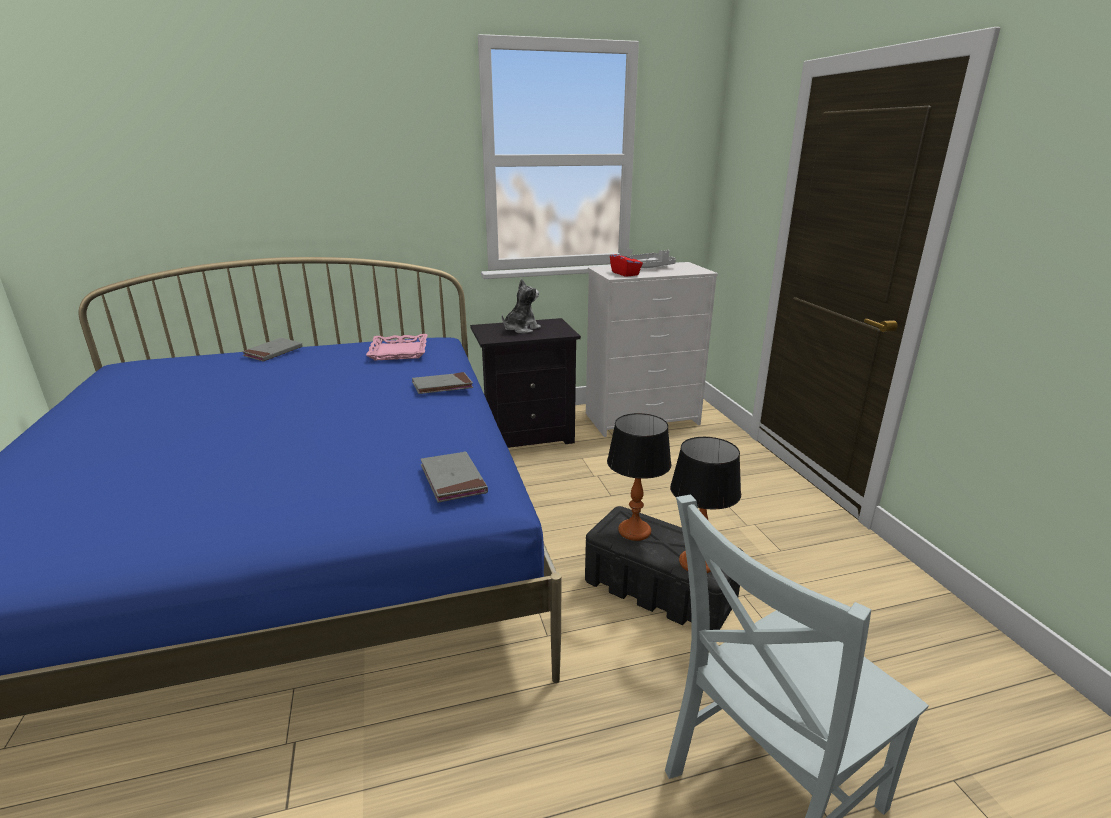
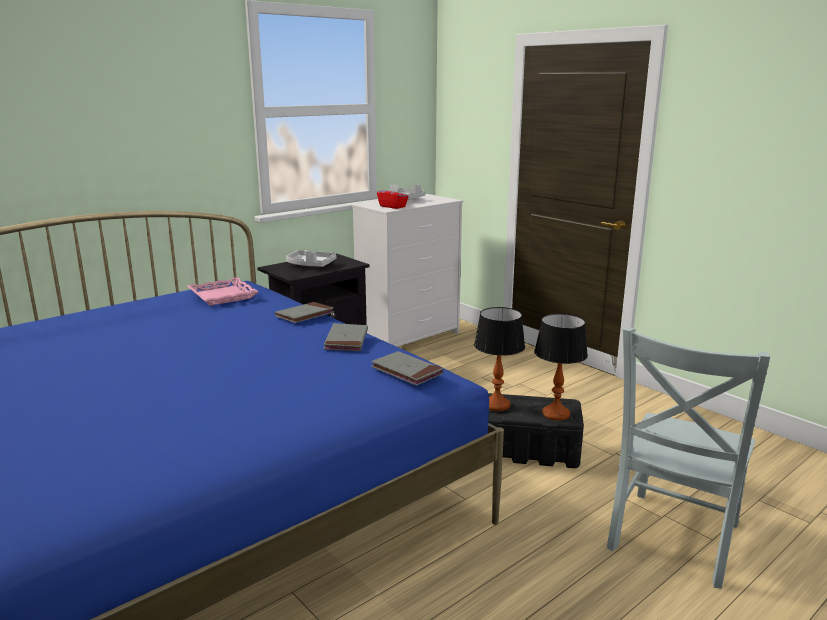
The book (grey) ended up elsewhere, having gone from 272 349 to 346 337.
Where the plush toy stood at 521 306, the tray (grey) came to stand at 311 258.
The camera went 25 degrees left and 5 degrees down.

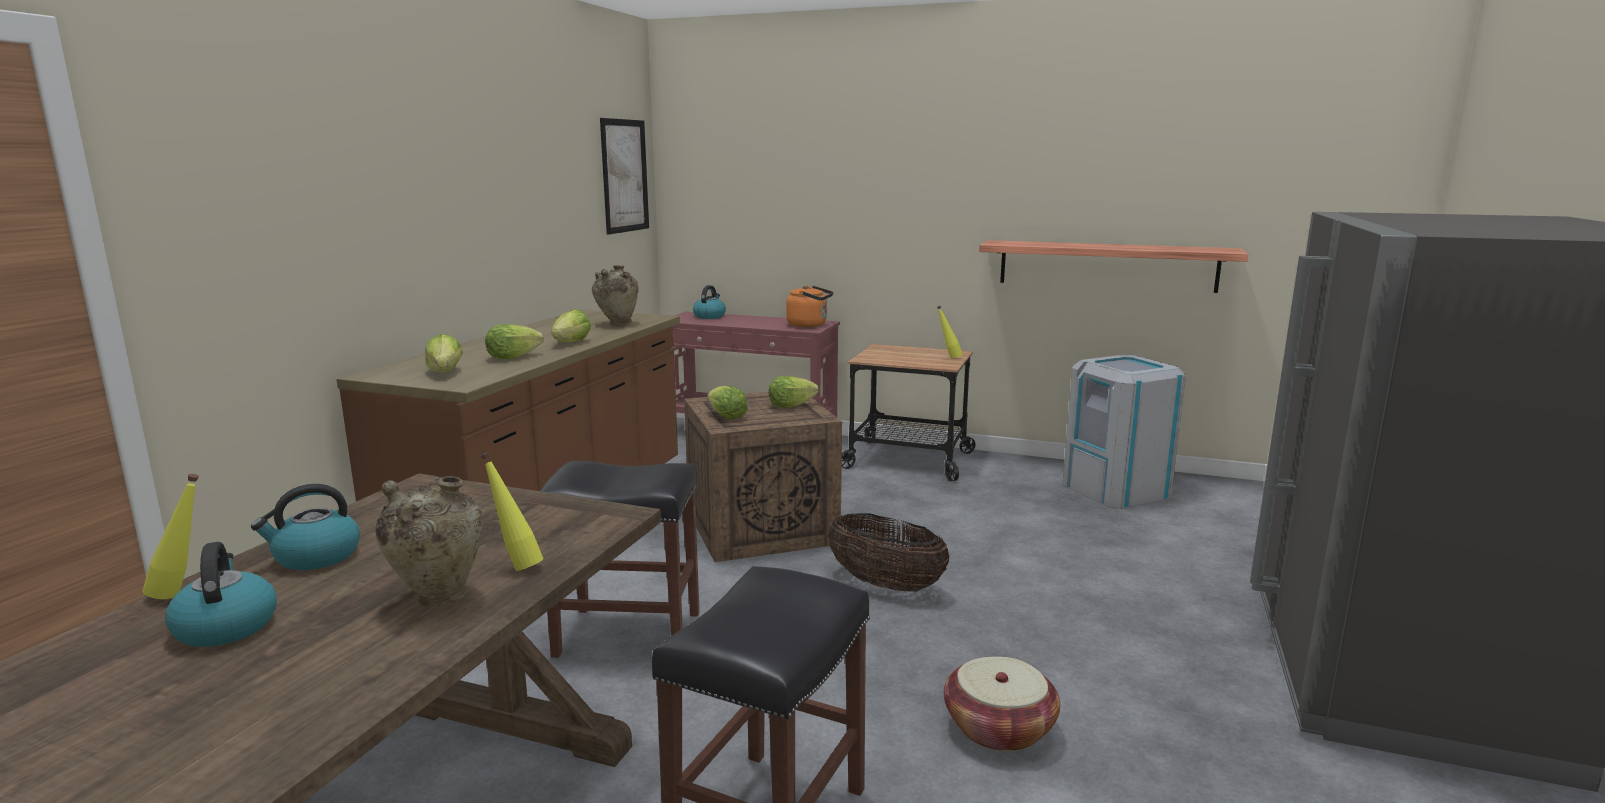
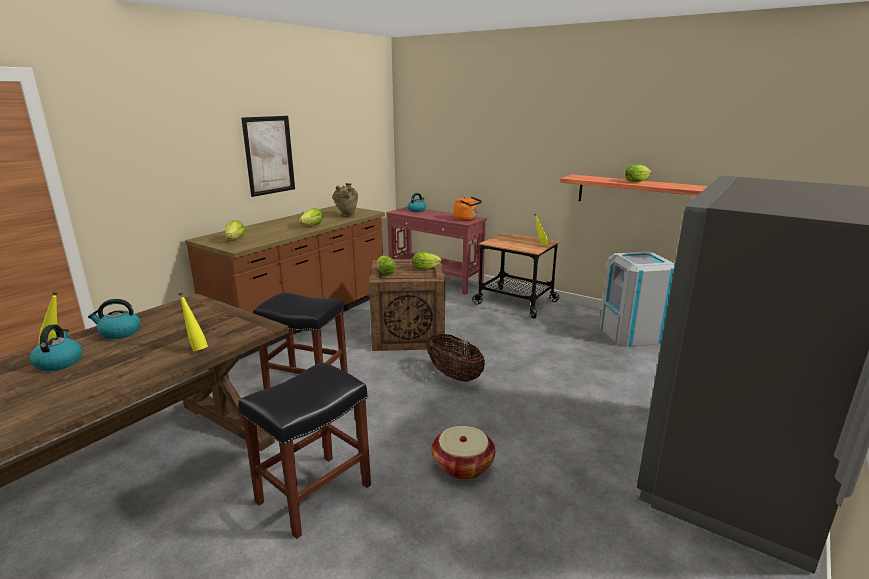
The second view lost the vase (beige) at 428 541.
The lettuce ended up elsewhere, having gone from 514 341 to 638 173.
The picture ended up elsewhere, having gone from 624 176 to 268 156.
The camera went 15 degrees right and 5 degrees up.

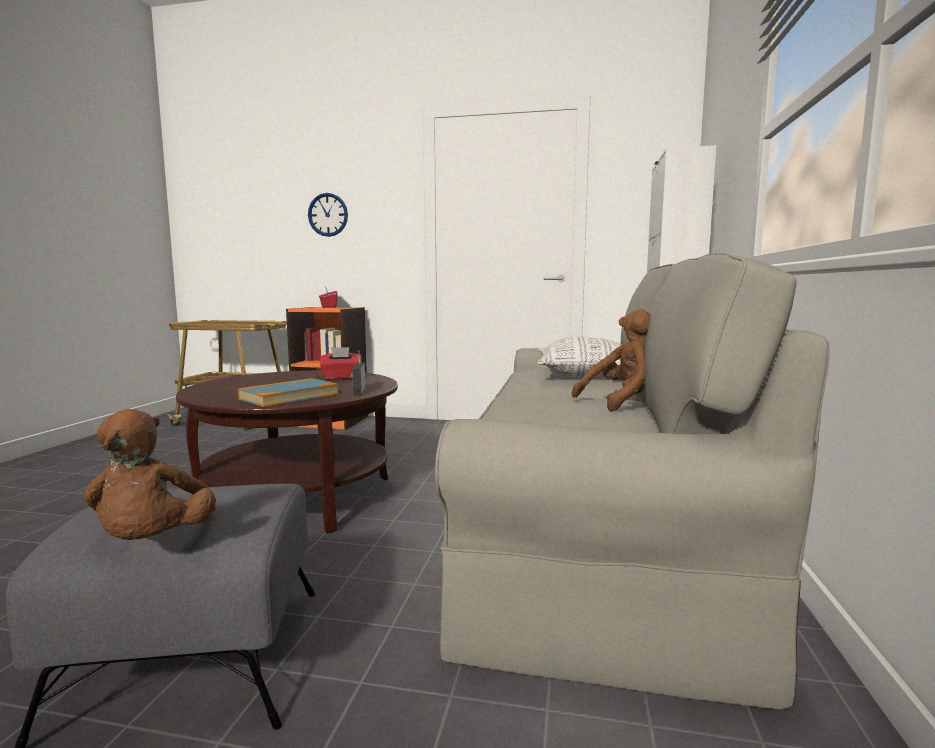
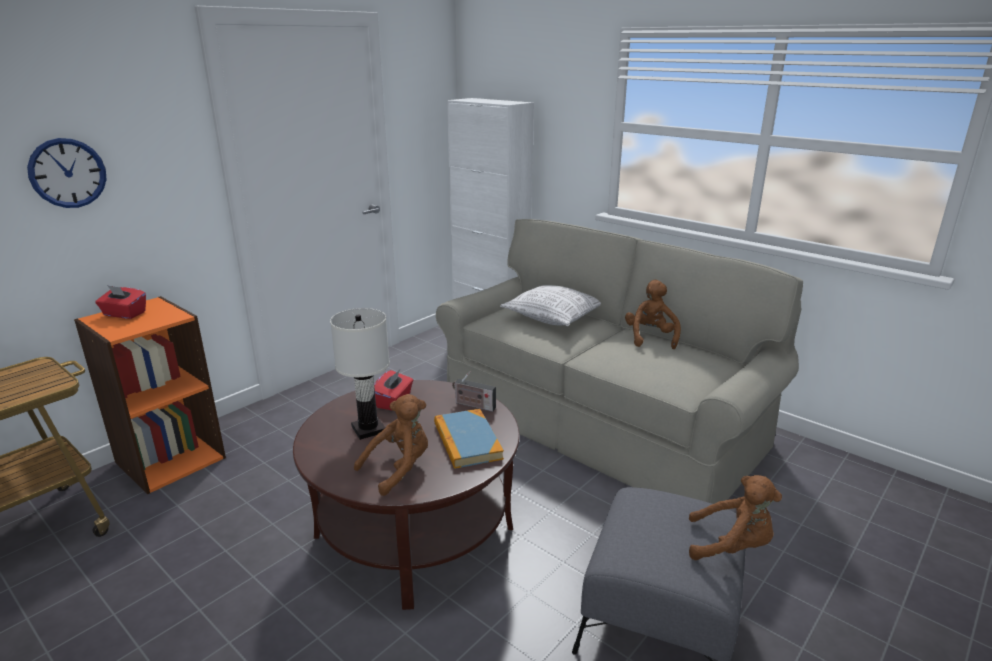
The second view gained the table lamp (white) at 360 374.
The second view gained the plush toy (brown) at 391 445.
The camera went 60 degrees left and 15 degrees up.

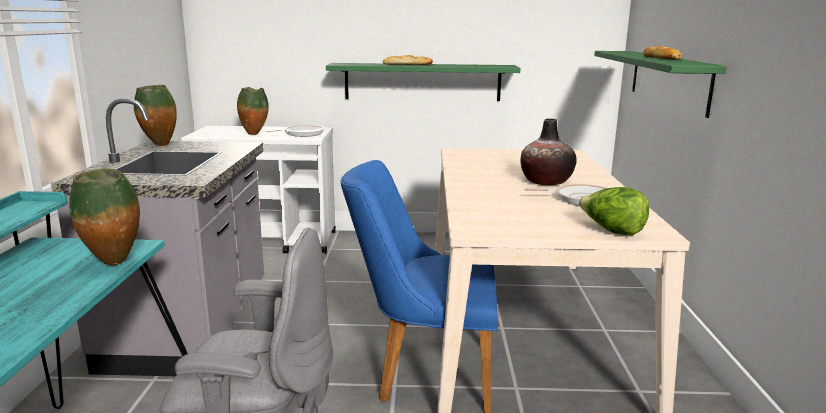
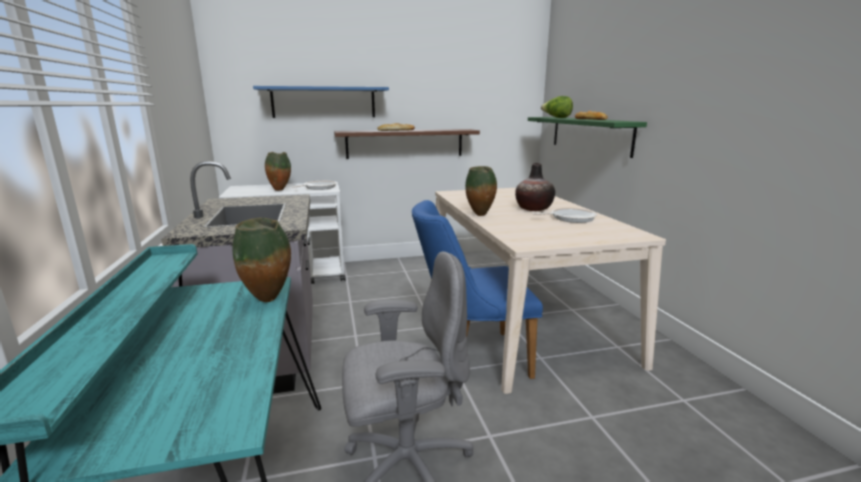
The vase ended up elsewhere, having gone from 155 115 to 481 191.
What was the shelf (green) at 423 82 turned into the shelf (brown) at 407 144.
The lettuce ended up elsewhere, having gone from 614 211 to 557 107.
The second view gained the shelf (blue) at 321 102.
The camera went 15 degrees left and 0 degrees up.

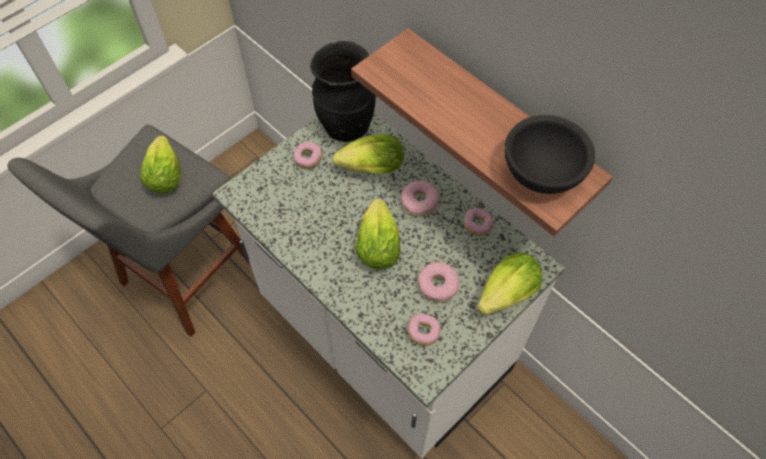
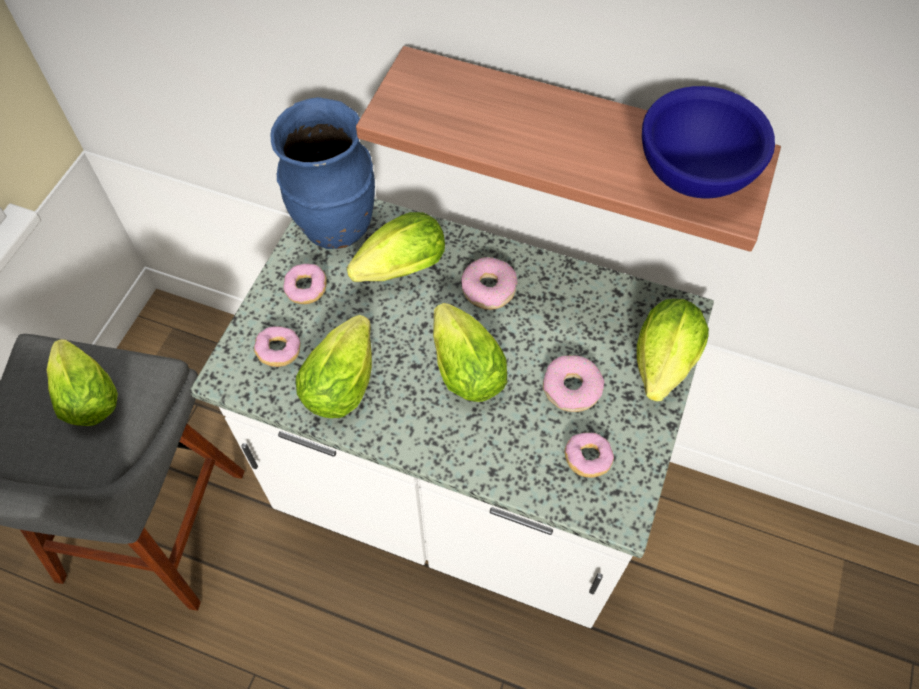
What was the vase (black) at 343 91 turned into the vase (blue) at 323 173.
The donut ended up elsewhere, having gone from 478 222 to 277 346.
What was the bowl (black) at 550 154 turned into the bowl (blue) at 708 142.
The second view gained the lettuce at 333 366.
The camera went 25 degrees left and 0 degrees up.

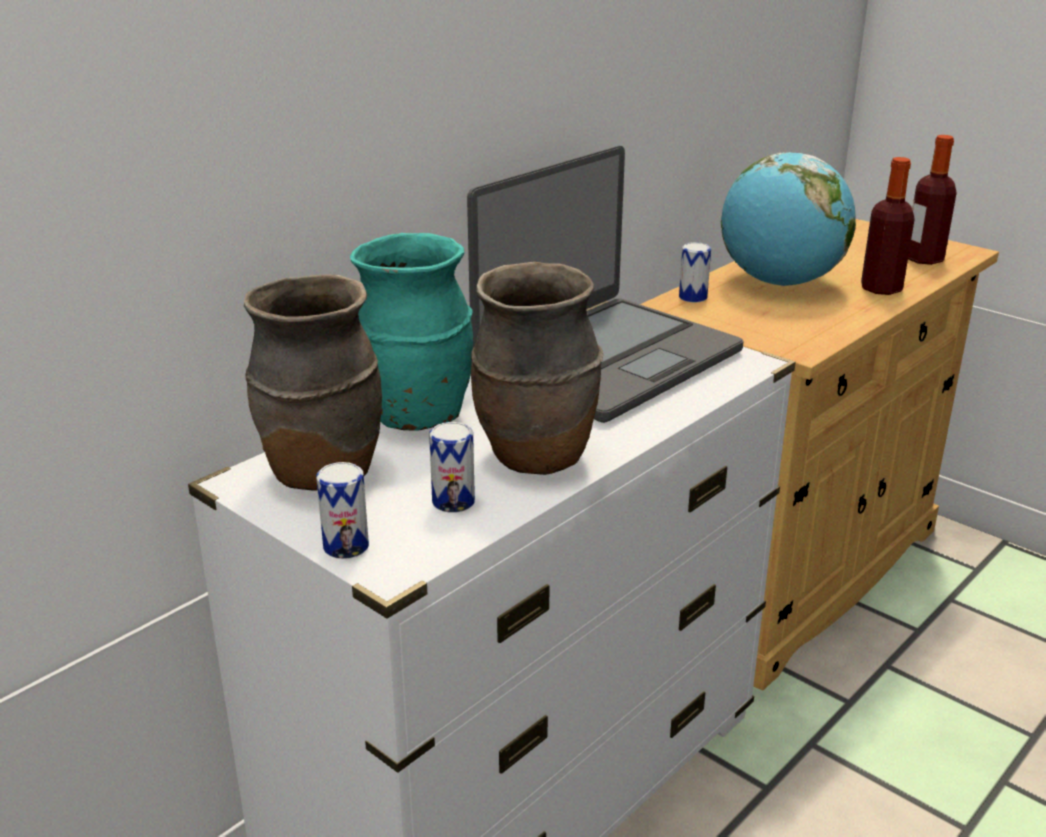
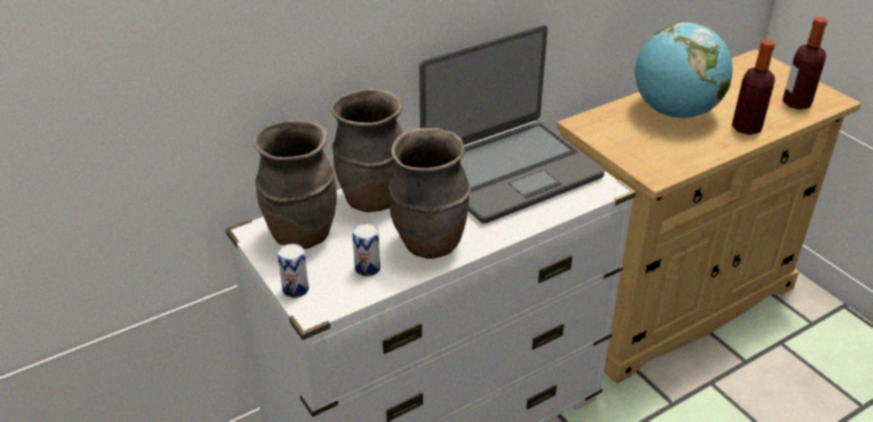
What was the vase (turquoise) at 411 332 turned into the vase (brown) at 367 150.
The second view lost the can at 695 272.
The camera went 15 degrees right and 10 degrees up.

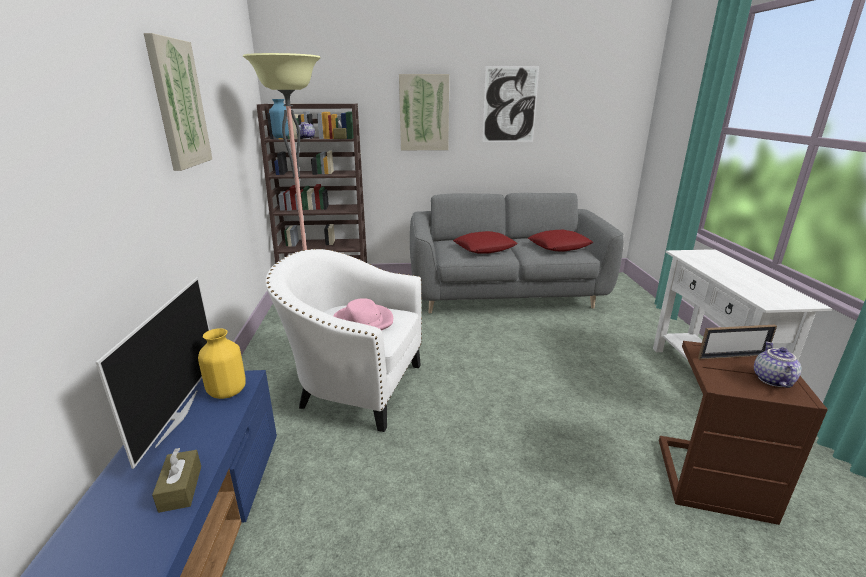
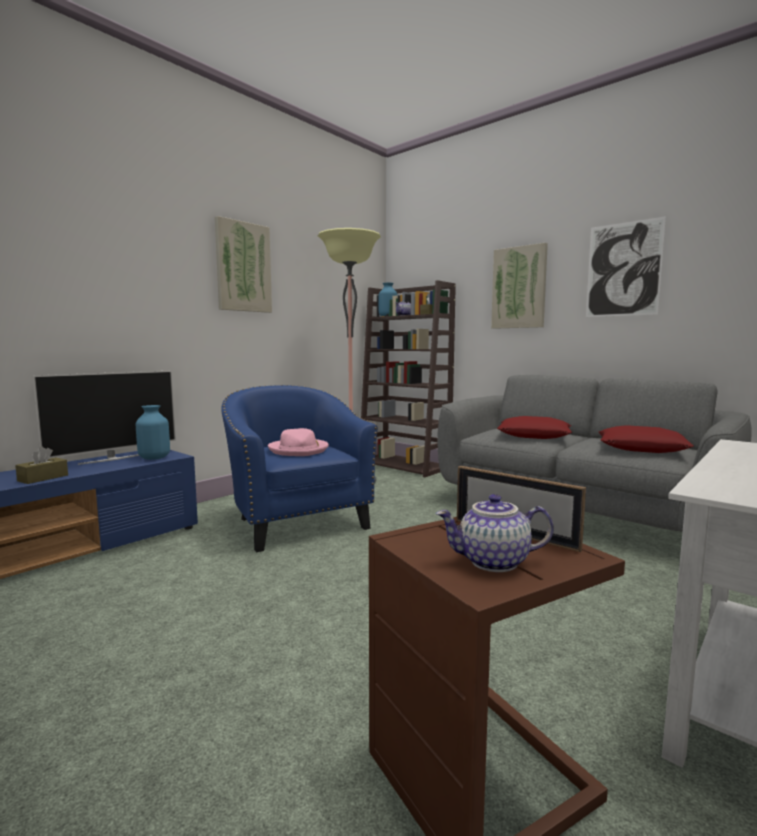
What was the vase (yellow) at 222 363 turned into the vase (blue) at 153 432.
What was the armchair (white) at 343 340 turned into the armchair (blue) at 299 468.
The teapot at 777 364 ended up facing another way, 150 degrees counterclockwise from before.
The camera went 45 degrees right and 15 degrees down.

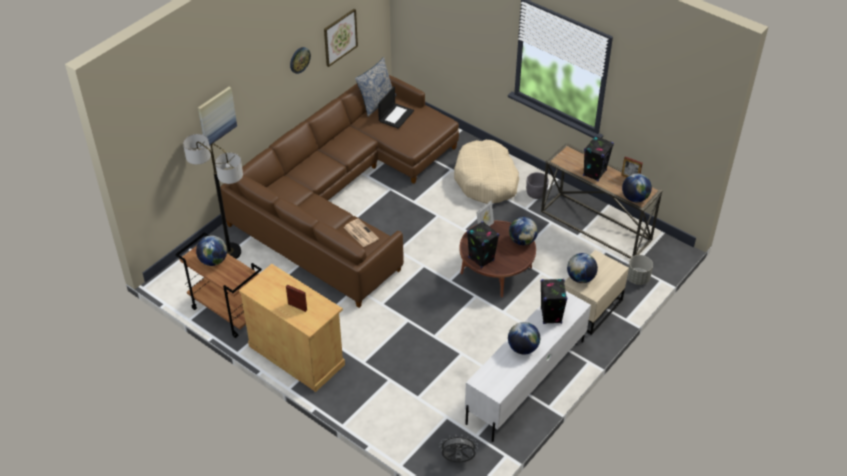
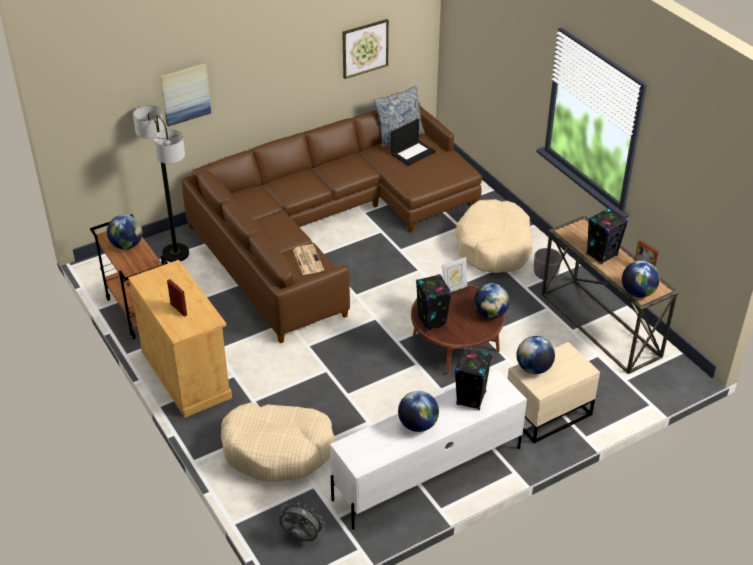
The second view lost the wall clock at 300 60.
The second view lost the planter (grey) at 640 270.
The second view gained the dog bed (beige) at 278 442.
The camera went 20 degrees right and 5 degrees down.

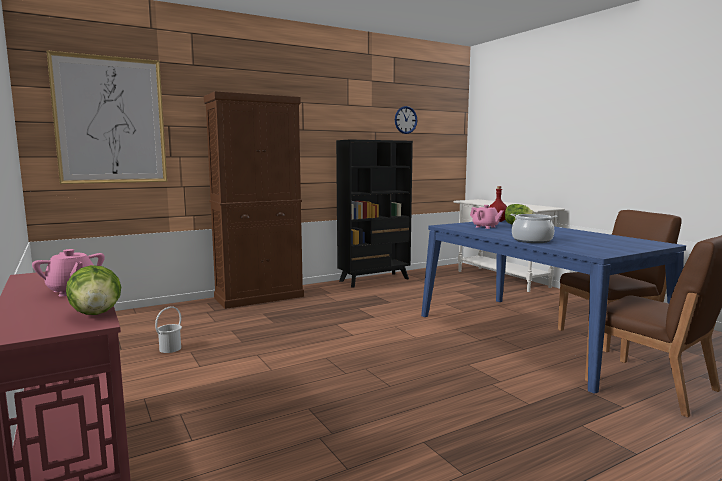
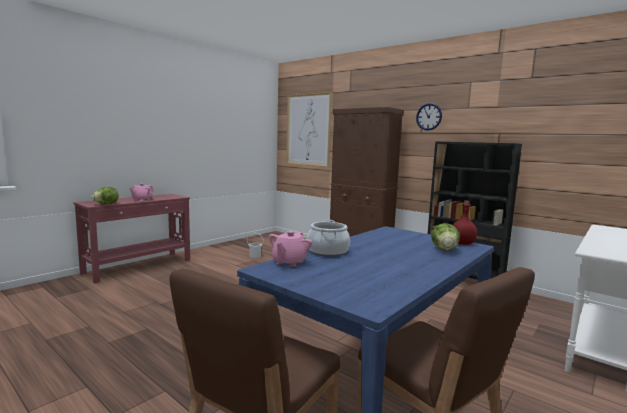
The wall clock ended up elsewhere, having gone from 406 120 to 429 117.
The teapot (pink) ended up elsewhere, having gone from 487 217 to 290 249.
The camera went 70 degrees right and 0 degrees up.

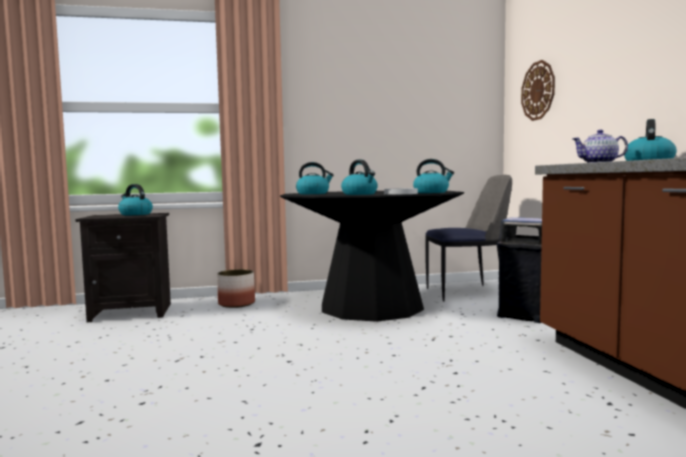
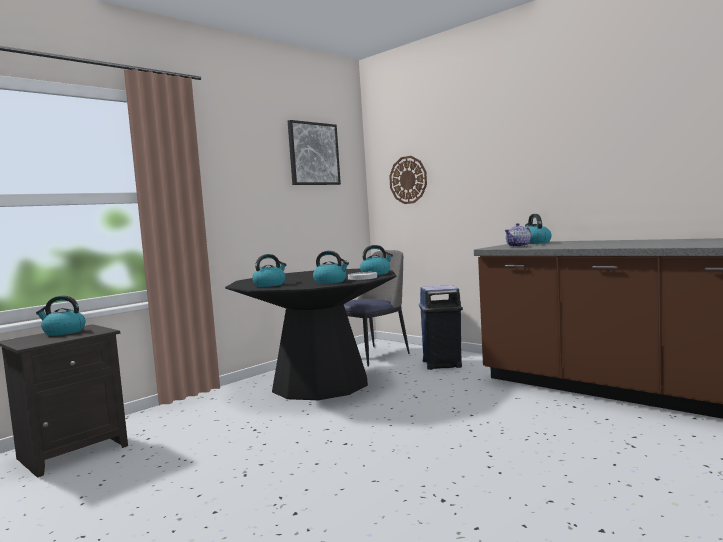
The second view lost the planter at 236 288.
The second view gained the picture at 314 152.
The camera went 35 degrees left and 0 degrees up.

